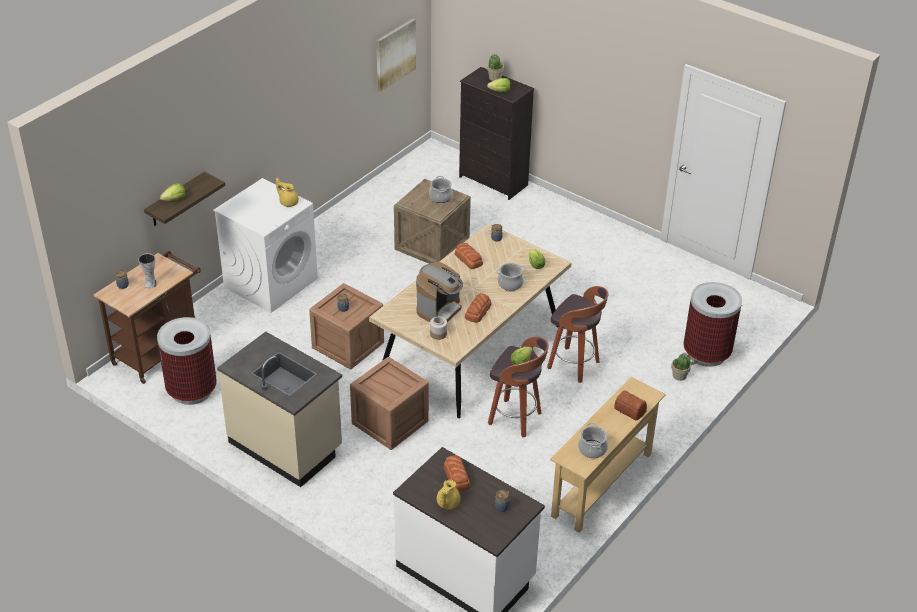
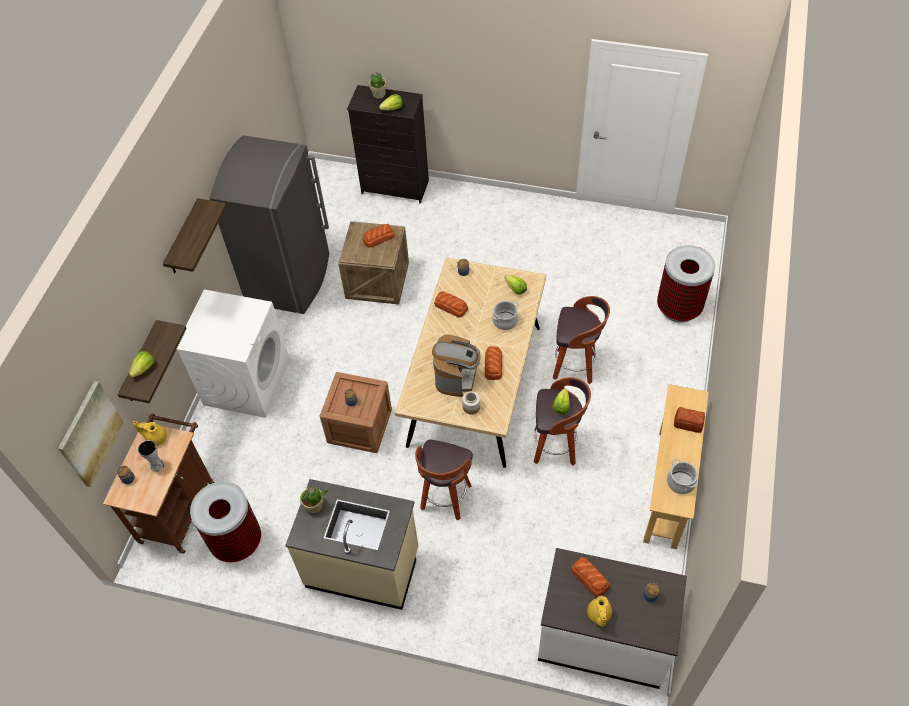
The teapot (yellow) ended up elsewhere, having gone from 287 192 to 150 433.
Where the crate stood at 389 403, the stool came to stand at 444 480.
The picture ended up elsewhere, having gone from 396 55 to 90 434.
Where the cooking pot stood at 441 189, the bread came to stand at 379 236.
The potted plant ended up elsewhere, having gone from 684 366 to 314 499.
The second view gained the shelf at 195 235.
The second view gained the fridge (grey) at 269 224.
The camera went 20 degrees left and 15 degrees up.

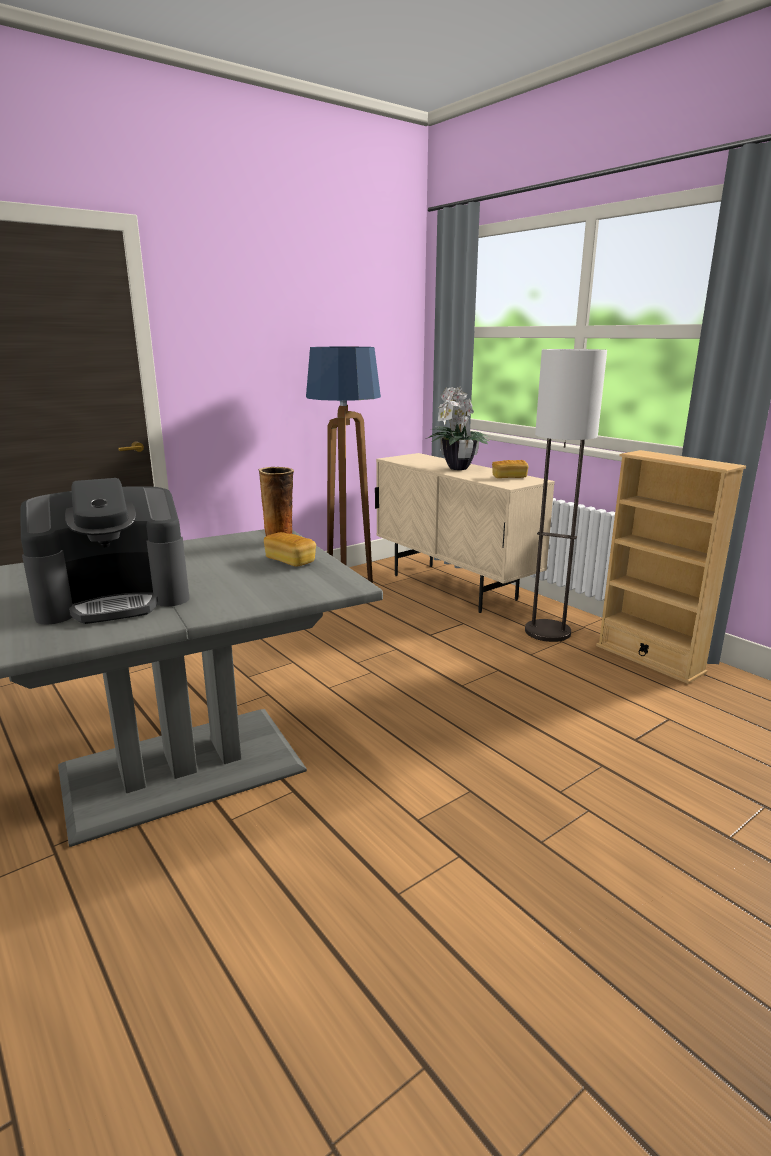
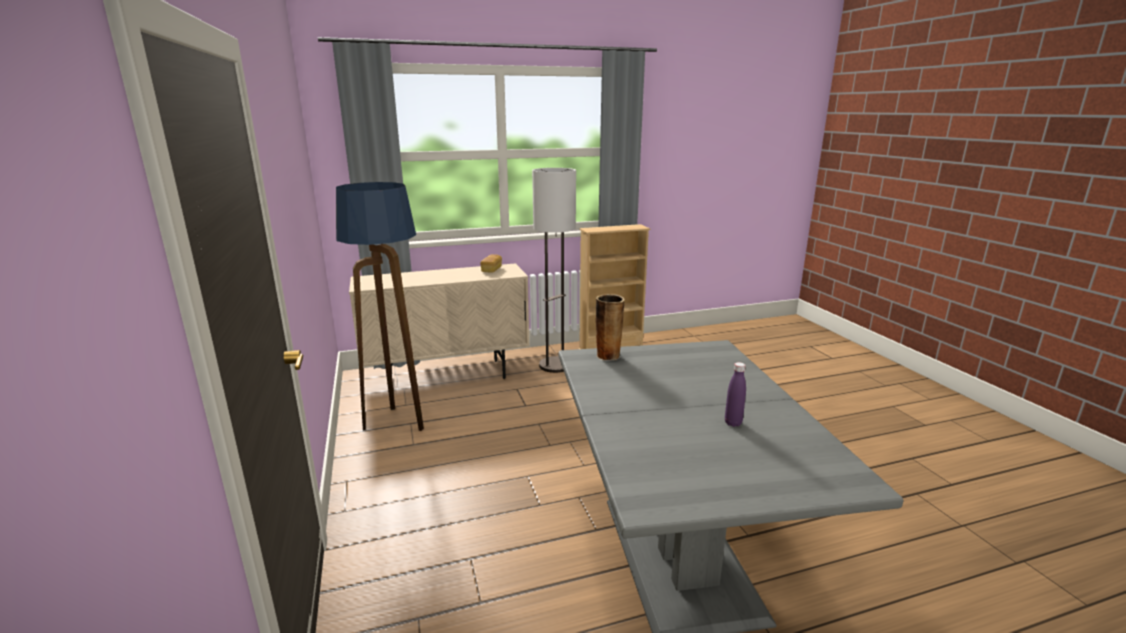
Where the coffee machine stood at 104 551, the bottle (purple) came to stand at 735 394.
The second view lost the bread at 290 549.
The second view lost the potted plant at 458 428.
The camera went 70 degrees left and 0 degrees up.

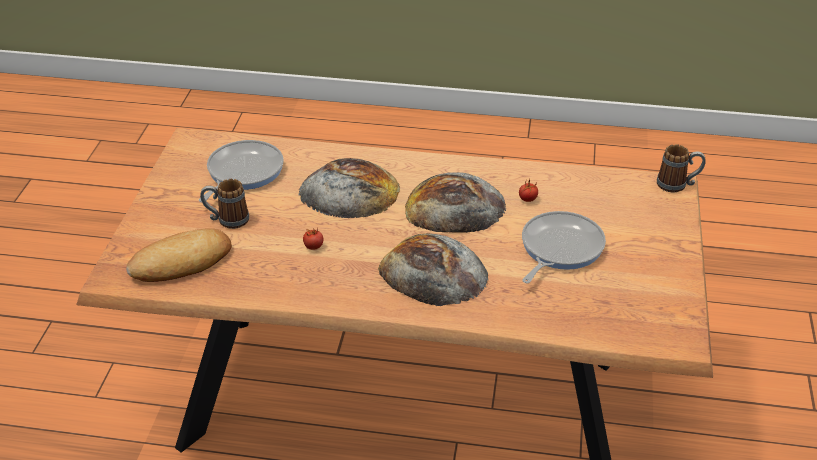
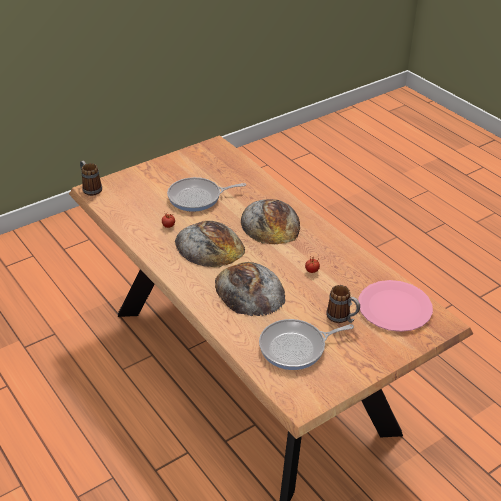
Where the bread stood at 179 255, the plate (pink) came to stand at 395 306.
The camera went 135 degrees left and 0 degrees up.

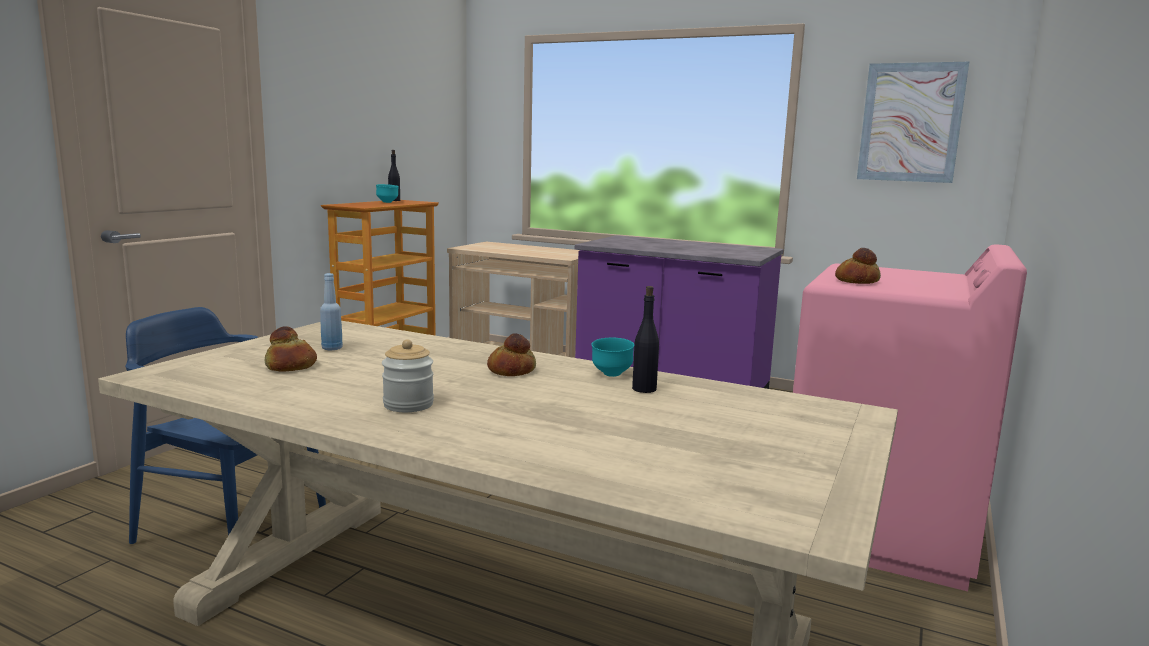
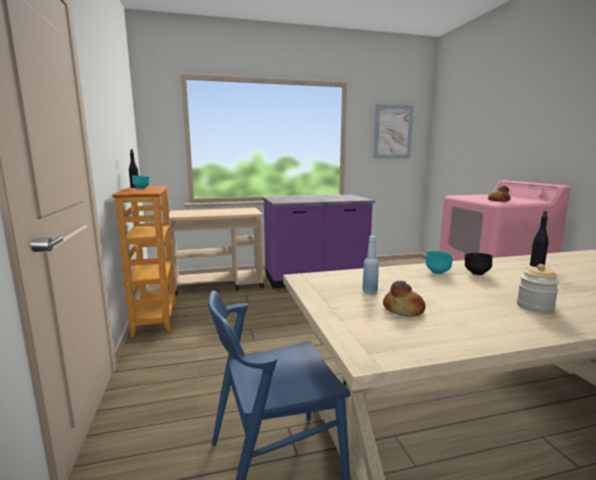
Where the bread stood at 511 354, the bowl (black) came to stand at 478 264.
The bowl (turquoise) ended up elsewhere, having gone from 612 357 to 440 262.
The camera went 40 degrees left and 0 degrees up.

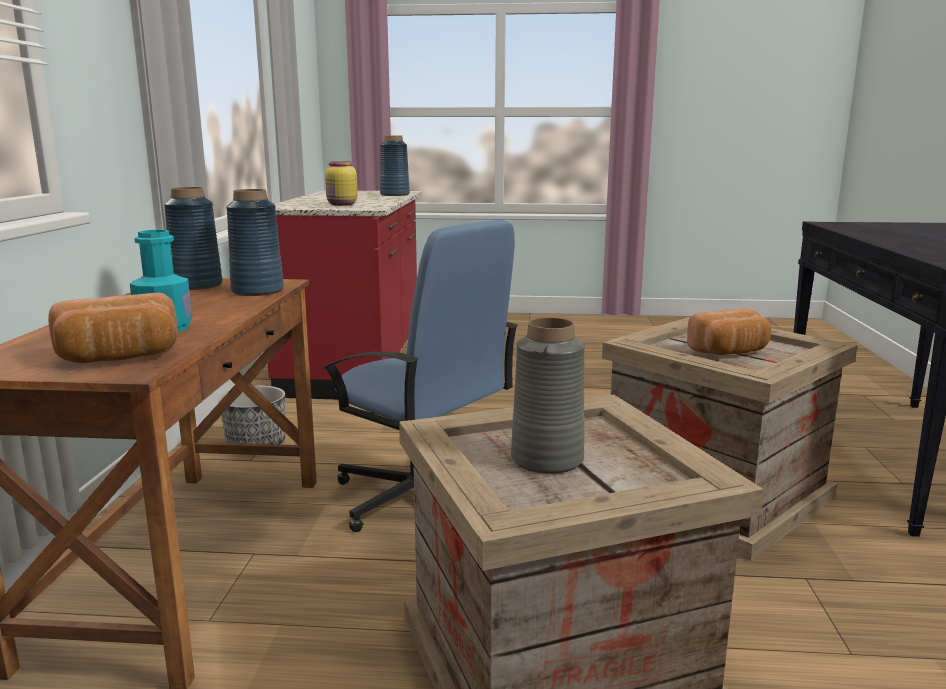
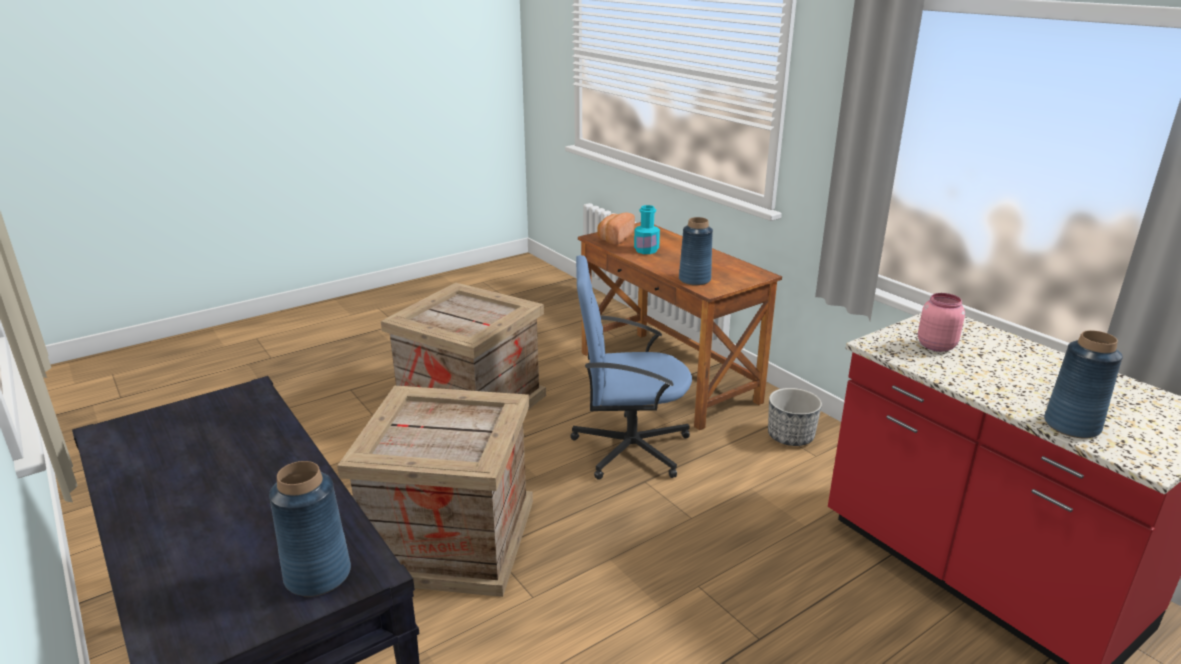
The vase (blue) ended up elsewhere, having gone from 193 238 to 310 529.
What was the jar (yellow) at 341 183 turned into the jar (pink) at 941 322.
The second view lost the vase (grey) at 548 396.
The second view lost the bread at 729 331.
The camera went 140 degrees right and 10 degrees up.

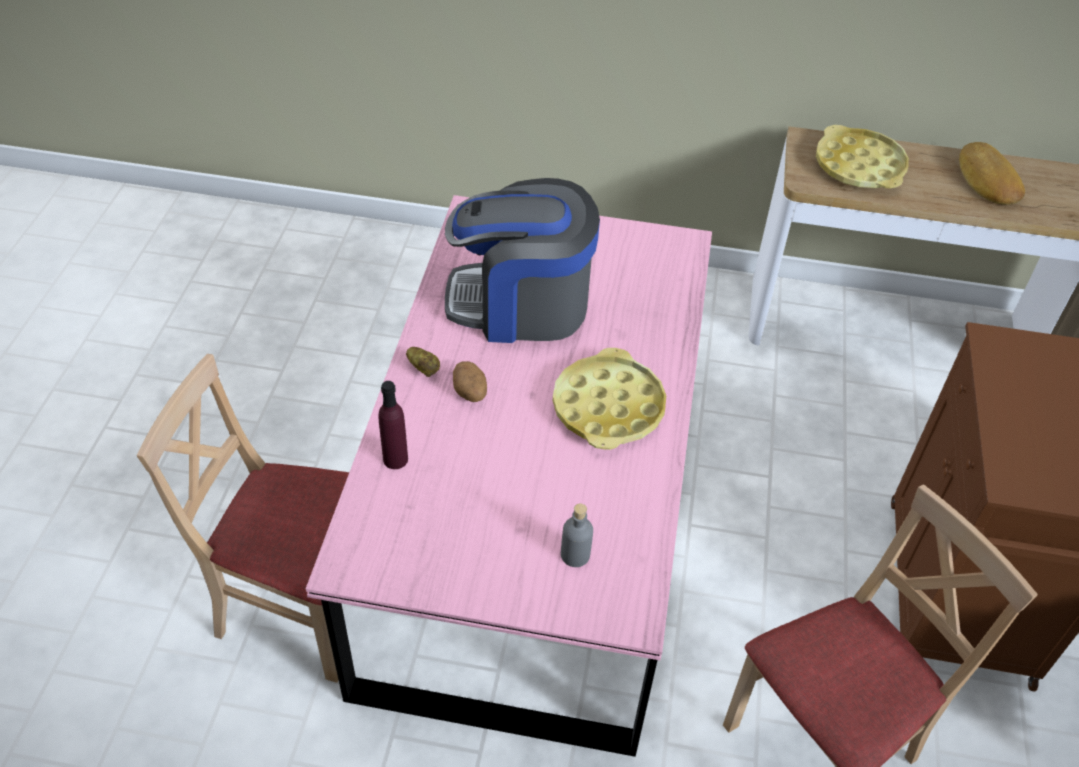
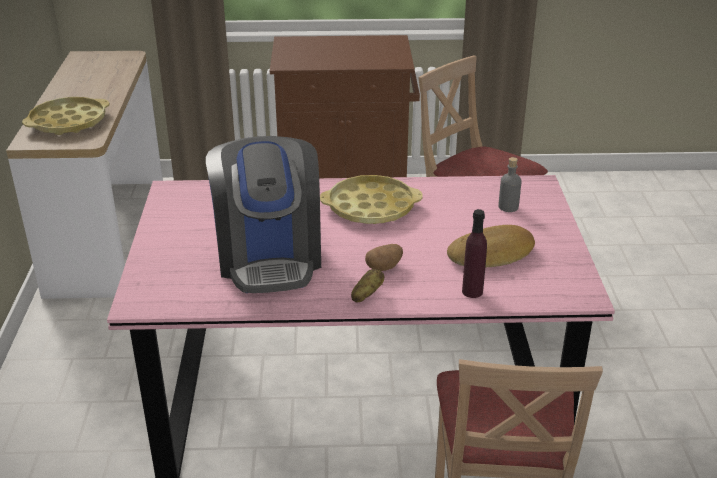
The bread ended up elsewhere, having gone from 992 173 to 491 246.
The camera went 100 degrees left and 15 degrees down.

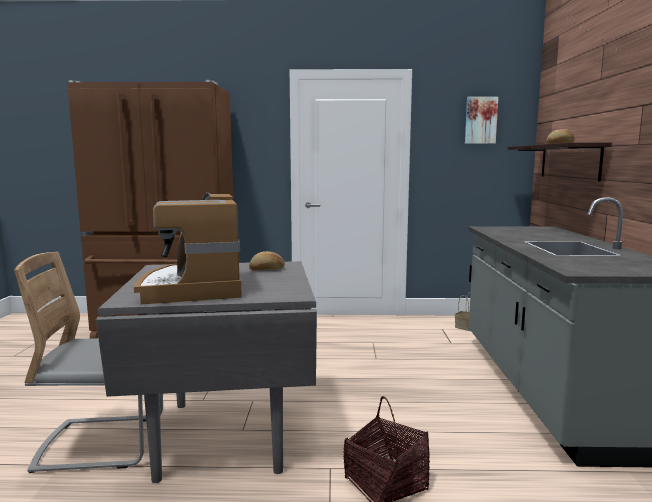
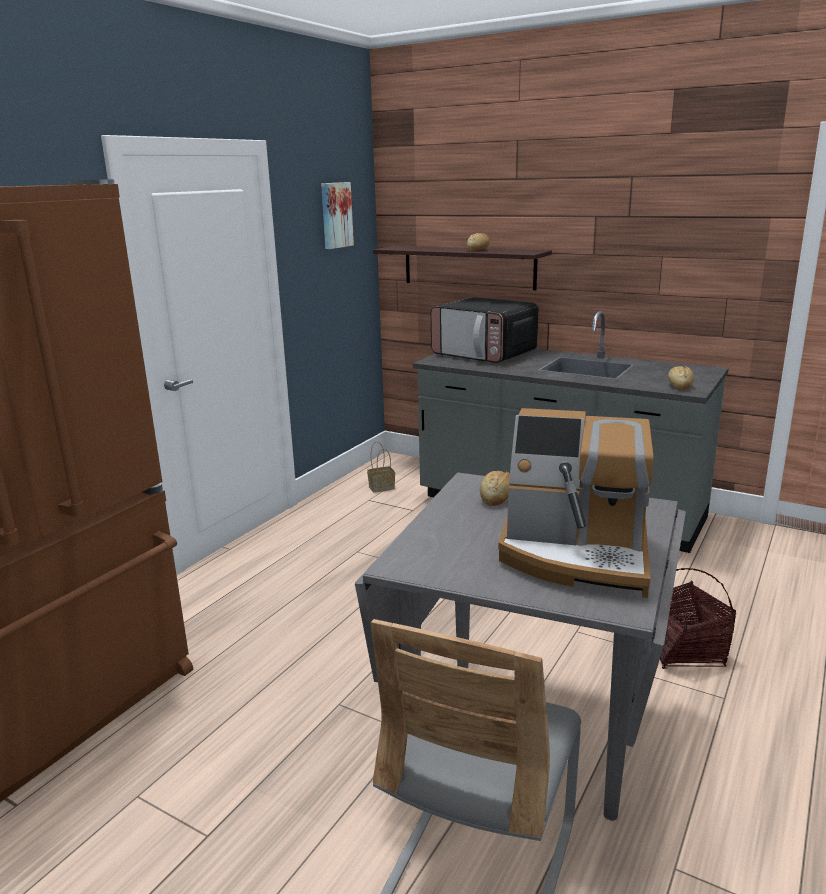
The second view gained the microwave at 485 330.
The second view gained the bread at 681 378.
The camera went 60 degrees left and 10 degrees up.

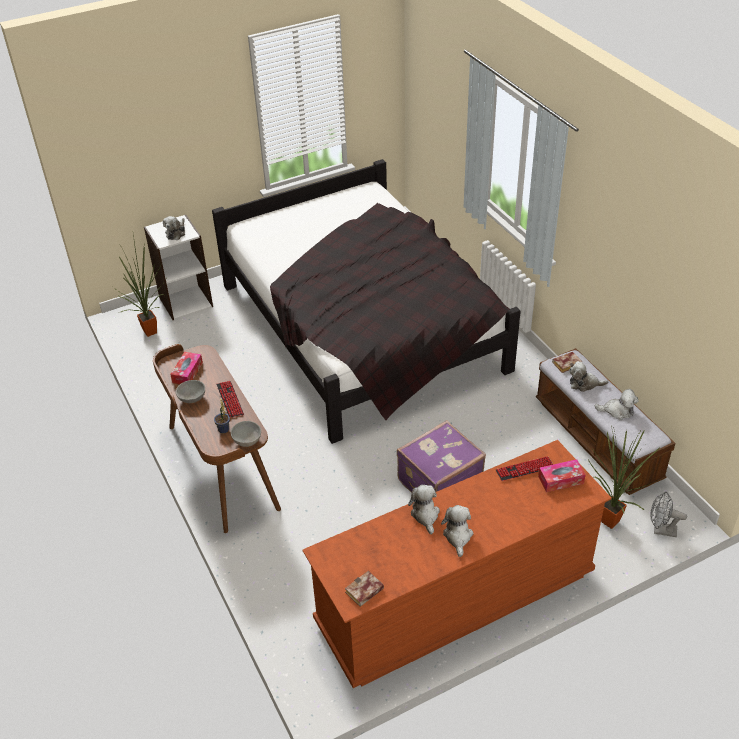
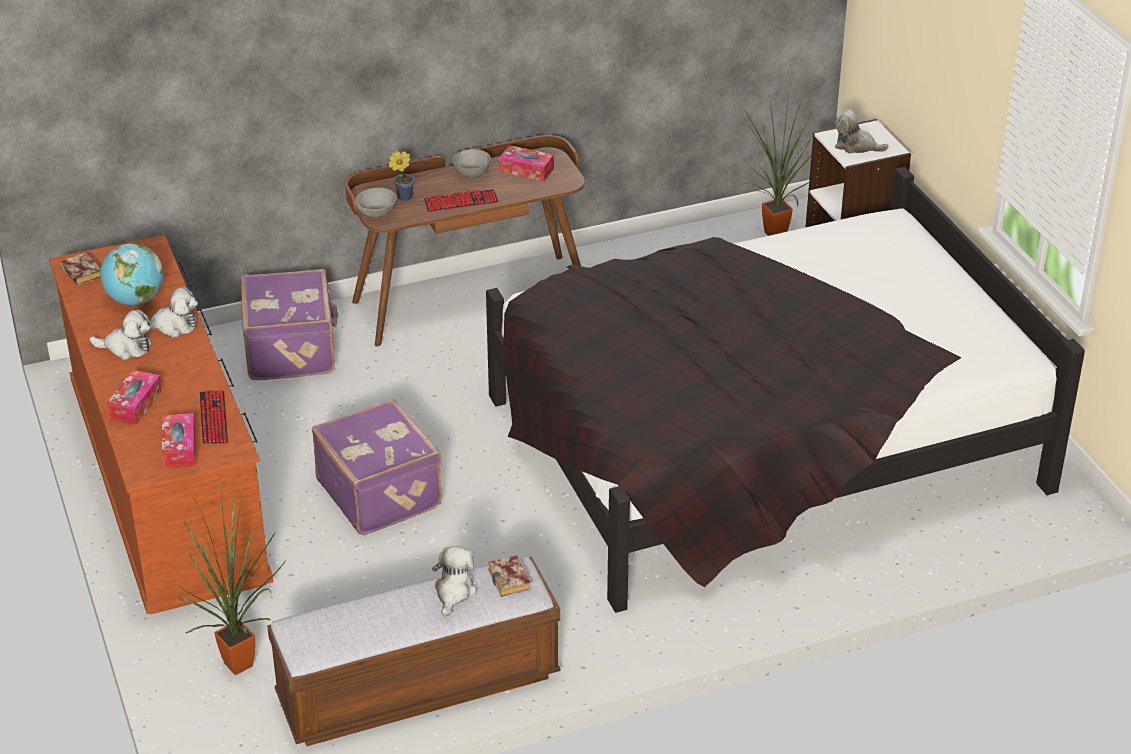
The second view lost the plush toy at 617 404.
The second view lost the fan (grey) at 668 514.
The second view gained the globe at 131 274.
The second view gained the tissue box at 134 397.
The second view gained the suitcase (purple) at 289 324.
The camera went 95 degrees right and 5 degrees down.

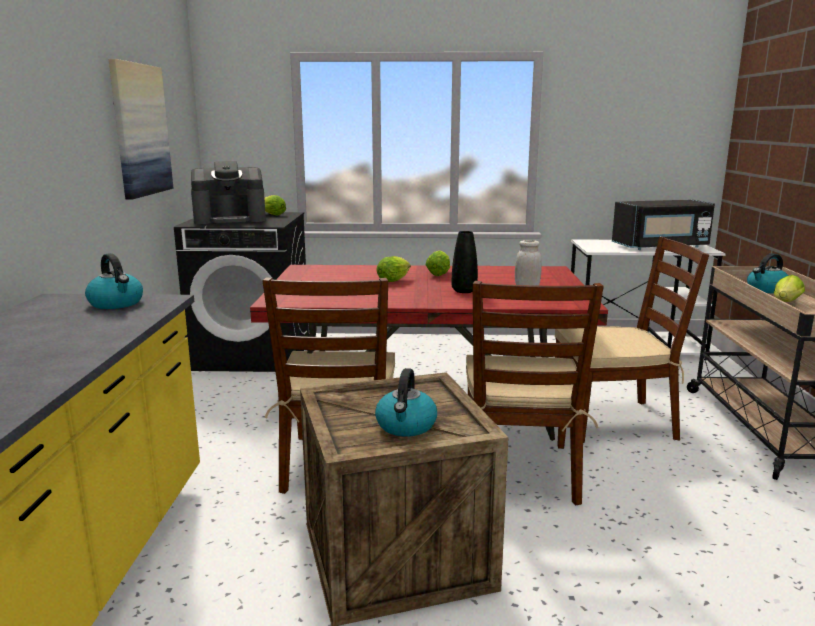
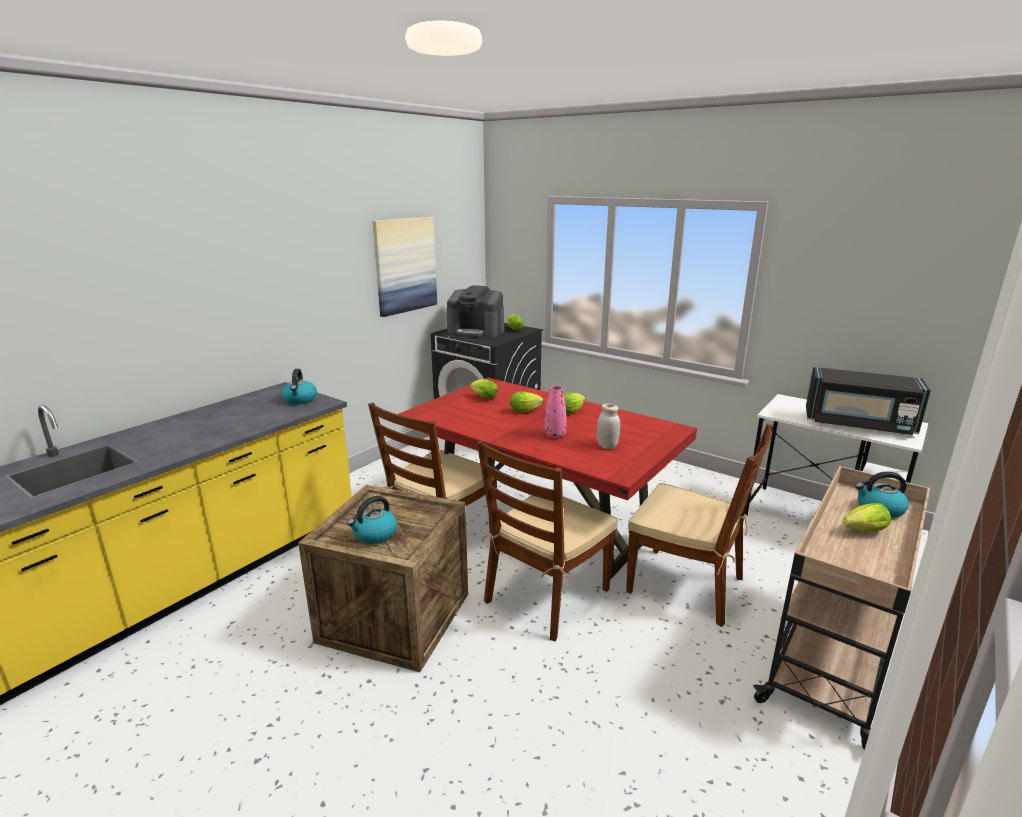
What was the vase (black) at 465 262 turned into the vase (pink) at 555 412.
The second view gained the lettuce at 484 389.
The camera went 35 degrees right and 5 degrees up.

